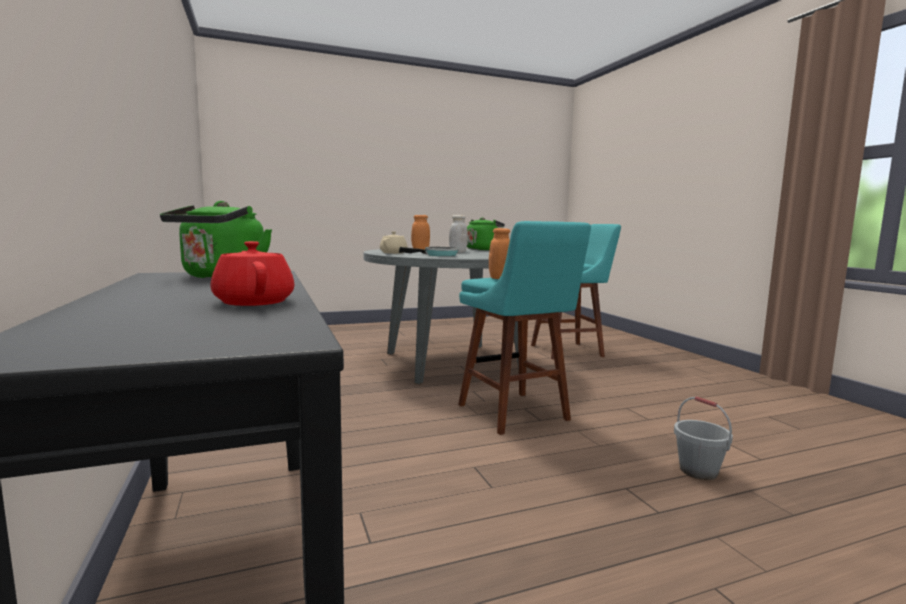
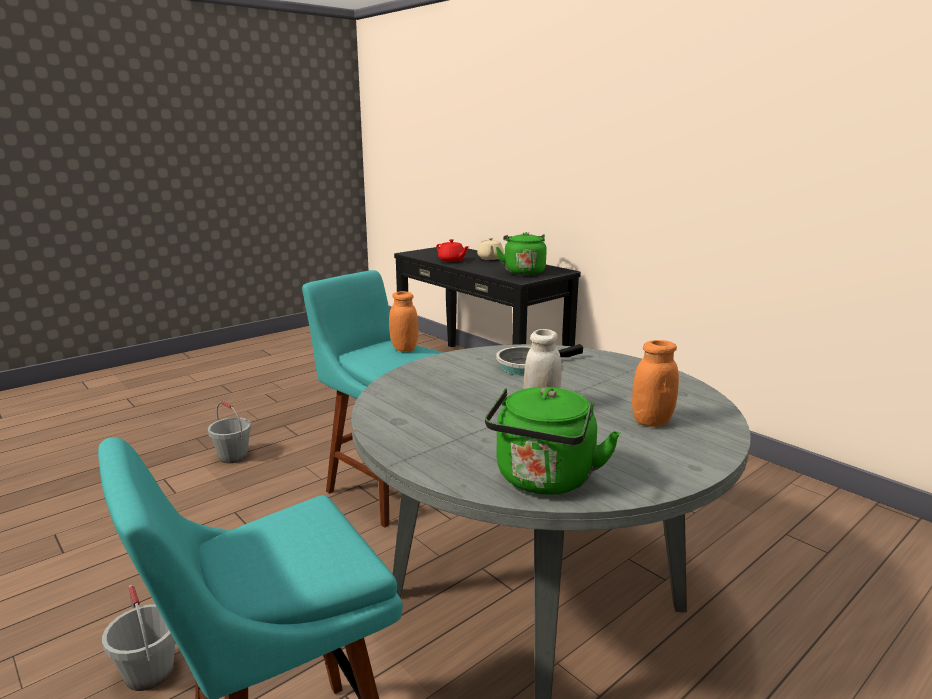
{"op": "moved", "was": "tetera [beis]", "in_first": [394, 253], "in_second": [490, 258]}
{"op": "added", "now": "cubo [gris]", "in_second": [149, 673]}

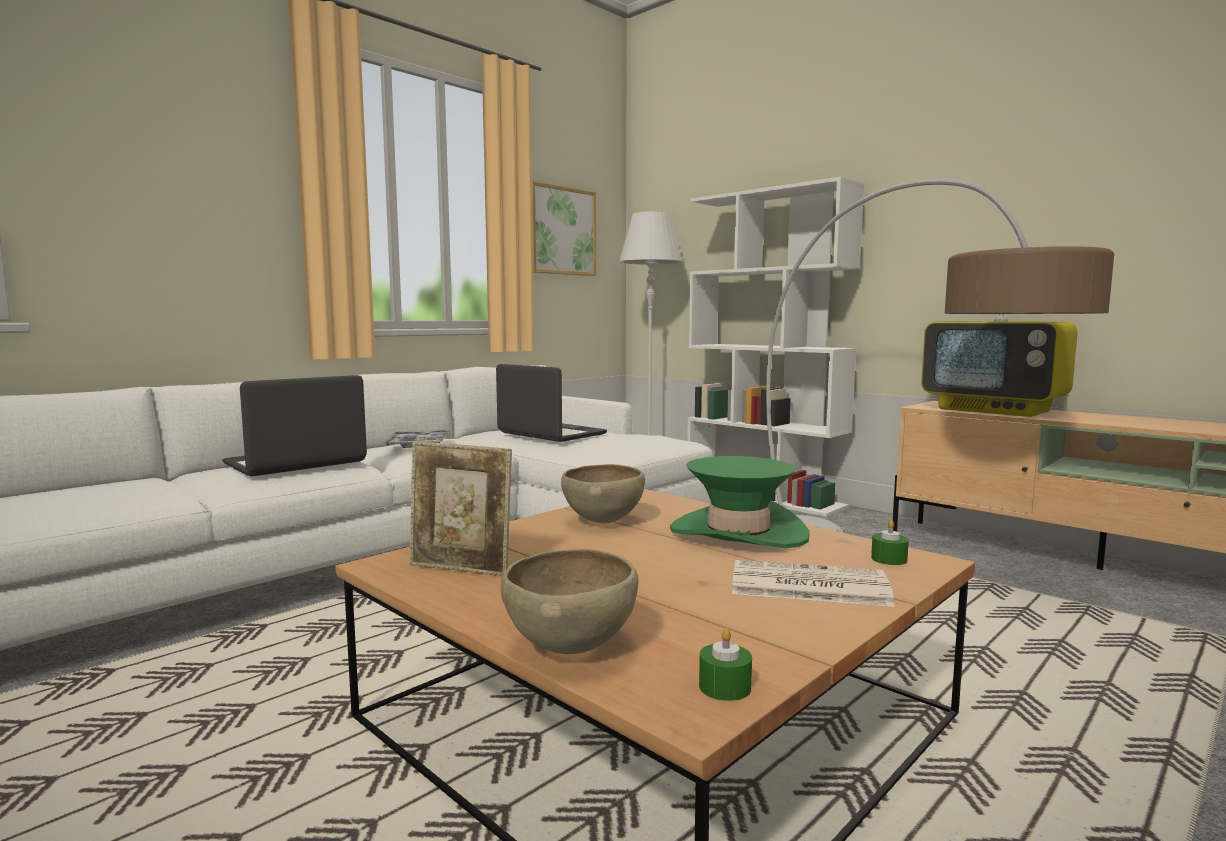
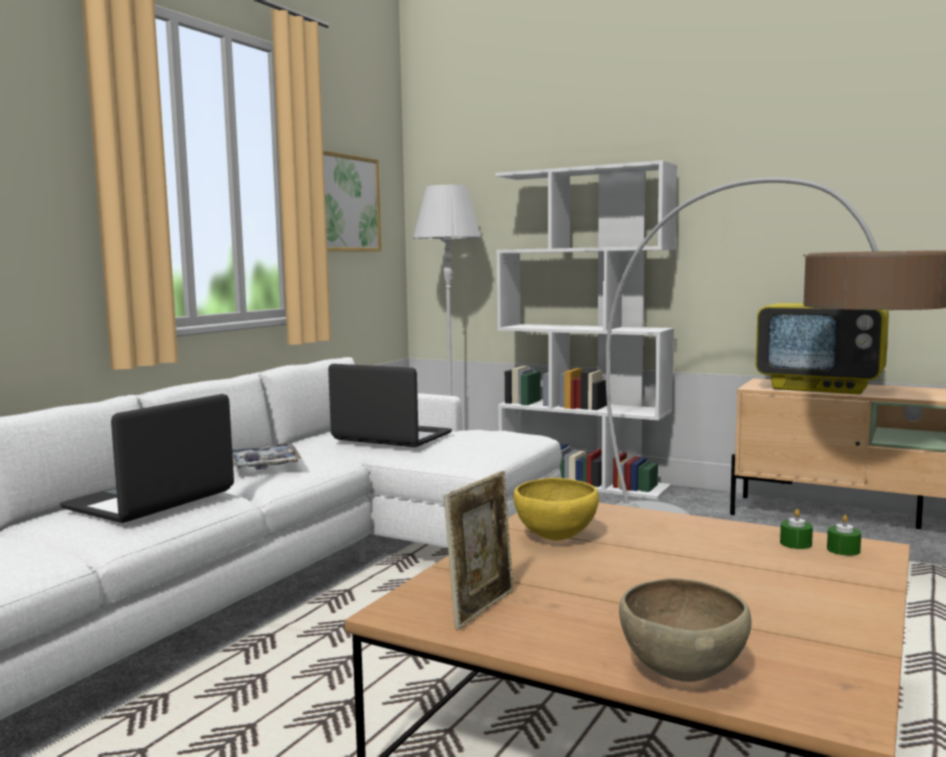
{"op": "turned", "was": "portarretratos", "in_first": [461, 569], "in_second": [482, 608], "clockwise": -60}
{"op": "recoloured", "was": "cuenco [marrón]", "now": "cuenco [amarillo]", "in_first": [603, 522], "in_second": [555, 538]}
{"op": "removed", "was": "sombrero [verde]", "in_first": [738, 532]}
{"op": "moved", "was": "vela [verde]", "in_first": [725, 687], "in_second": [795, 543]}
{"op": "removed", "was": "periódico", "in_first": [806, 585]}

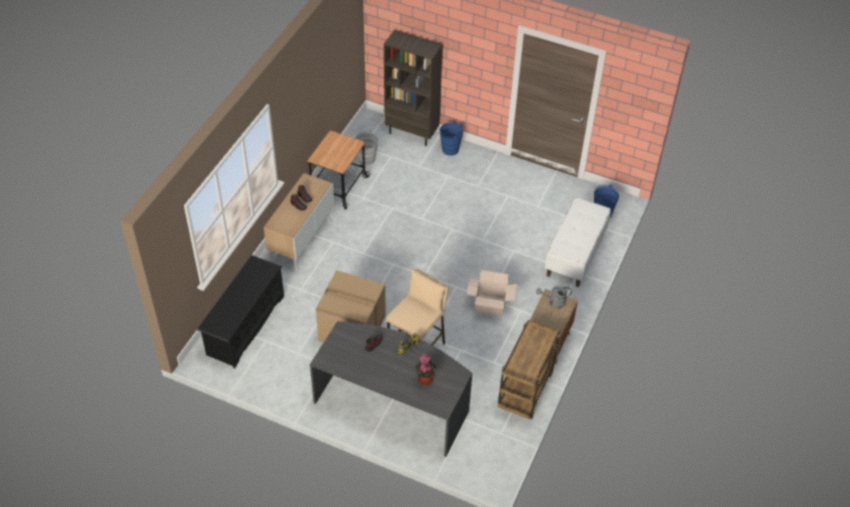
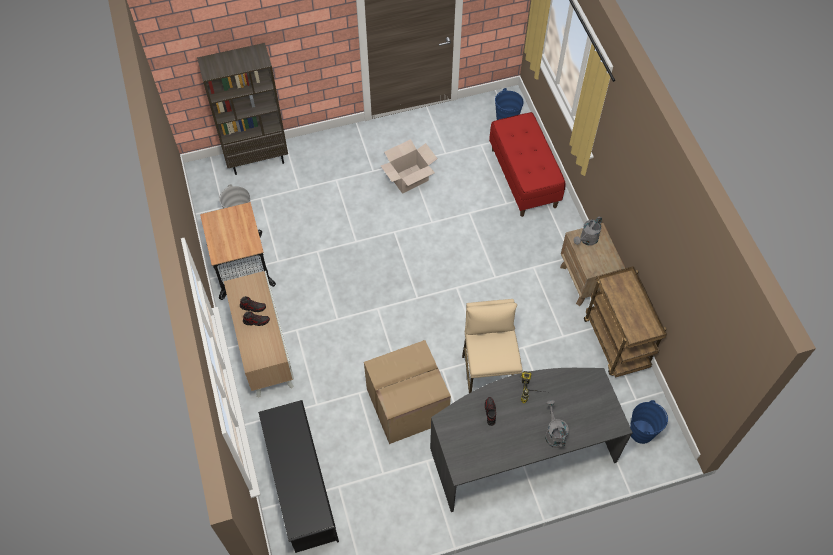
{"op": "removed", "was": "planta en maceta", "in_first": [425, 379]}
{"op": "moved", "was": "cubo [azul]", "in_first": [450, 149], "in_second": [641, 432]}
{"op": "moved", "was": "caja de cartón", "in_first": [490, 304], "in_second": [409, 178]}
{"op": "recoloured", "was": "banco [blanco]", "now": "banco [rojo]", "in_first": [575, 254], "in_second": [524, 178]}
{"op": "added", "now": "regadera [gris]", "in_second": [553, 433]}

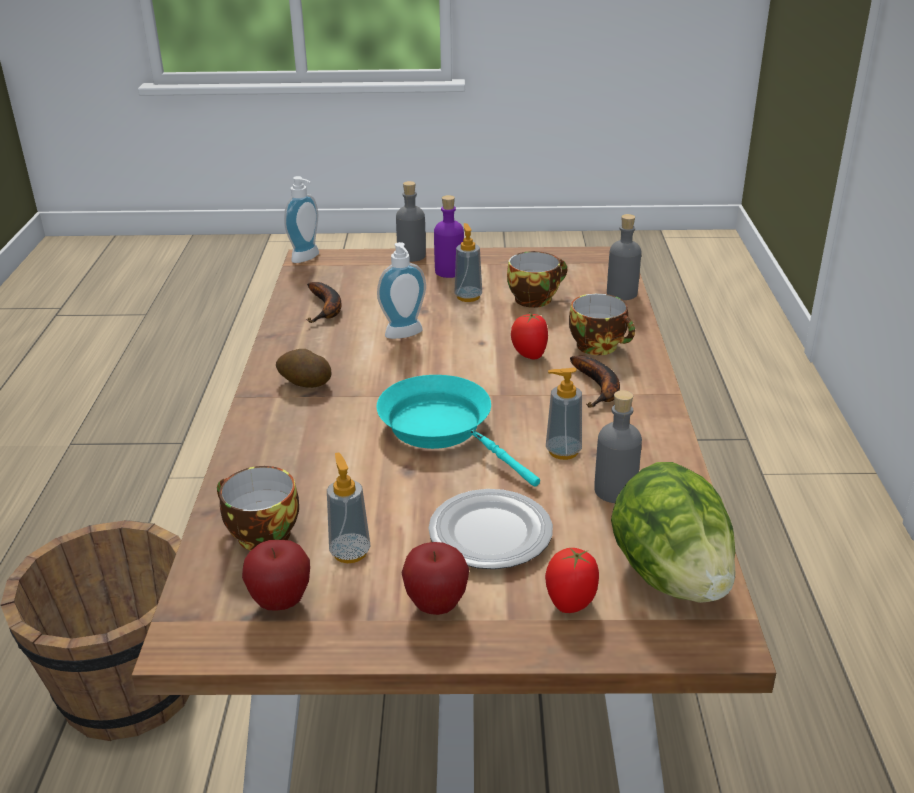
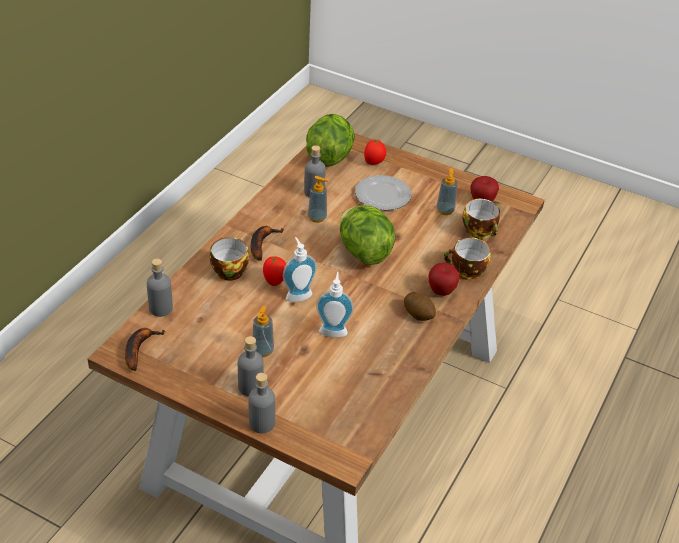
{"op": "removed", "was": "cubo [marrón]", "in_first": [128, 690]}
{"op": "moved", "was": "dispensador de jabón", "in_first": [308, 258], "in_second": [297, 294]}
{"op": "moved", "was": "plátano", "in_first": [326, 308], "in_second": [139, 349]}
{"op": "replaced", "was": "sartén [turquesa]", "now": "lechuga", "in_first": [443, 429], "in_second": [363, 252]}
{"op": "moved", "was": "manzana", "in_first": [436, 605], "in_second": [441, 291]}
{"op": "recoloured", "was": "botella [morado]", "now": "botella [gris]", "in_first": [449, 271], "in_second": [250, 387]}
{"op": "moved", "was": "taza", "in_first": [535, 298], "in_second": [466, 272]}

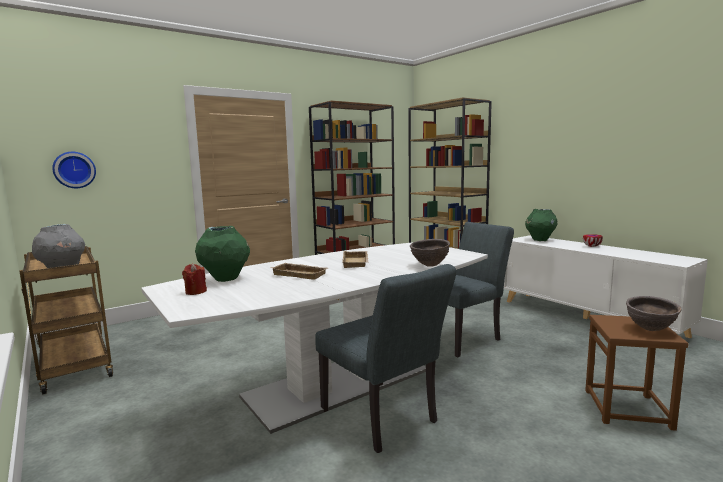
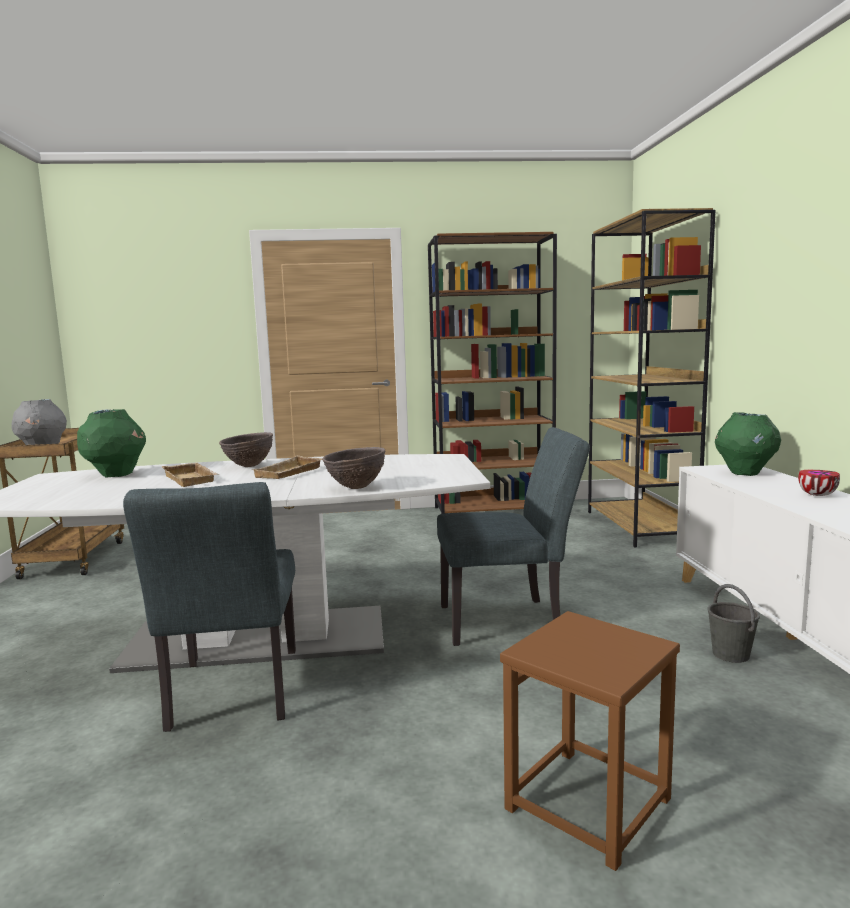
{"op": "removed", "was": "reloj de pared", "in_first": [74, 170]}
{"op": "removed", "was": "vela [rojo]", "in_first": [195, 292]}
{"op": "moved", "was": "cuenco [marrón]", "in_first": [650, 329], "in_second": [248, 466]}
{"op": "added", "now": "cubo [gris]", "in_second": [731, 655]}

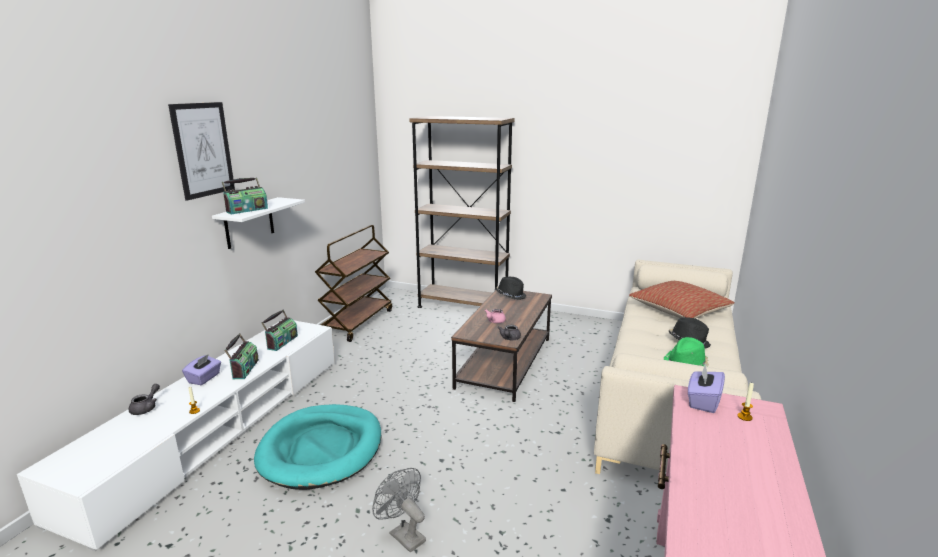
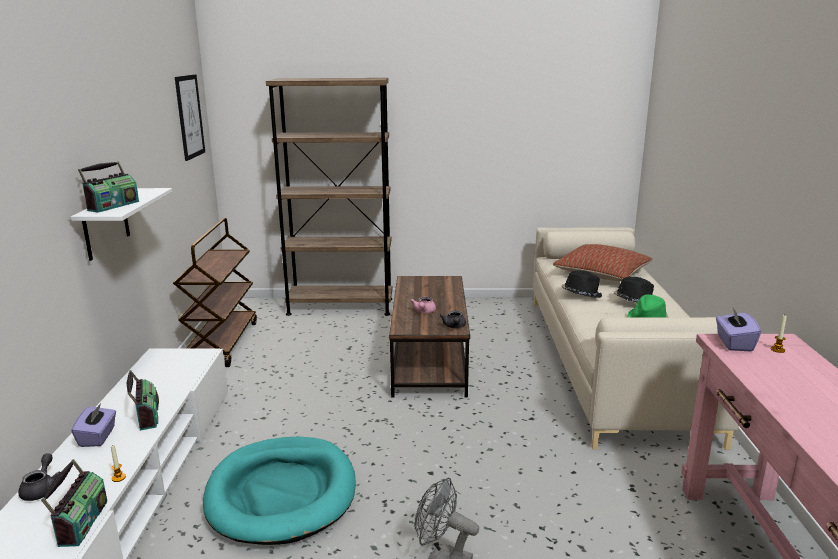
{"op": "moved", "was": "cuadro", "in_first": [203, 150], "in_second": [189, 116]}
{"op": "moved", "was": "radio", "in_first": [282, 342], "in_second": [81, 522]}
{"op": "moved", "was": "sombrero [negro]", "in_first": [511, 295], "in_second": [581, 294]}

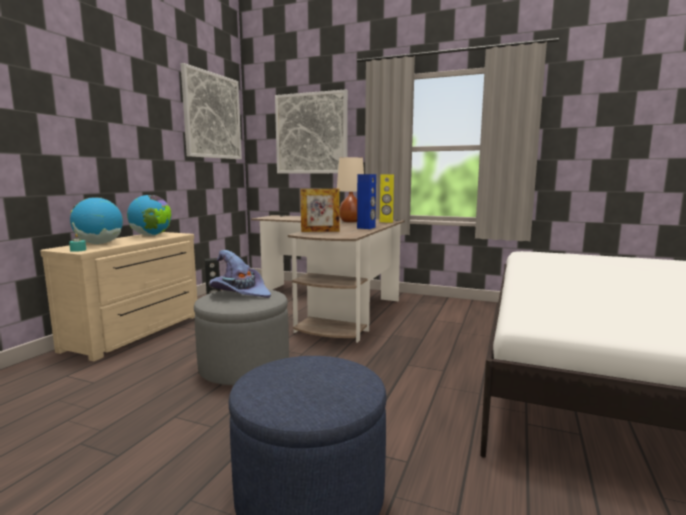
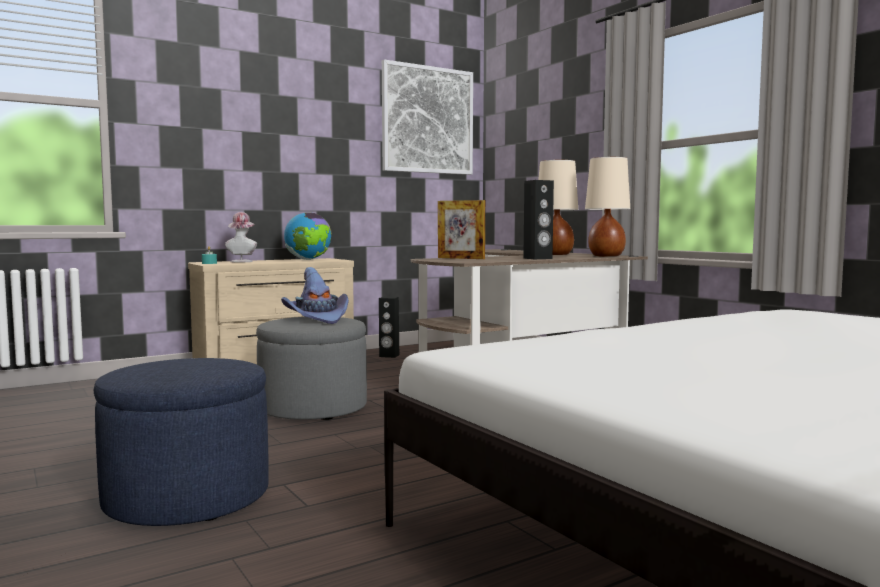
{"op": "replaced", "was": "globo terráqueo", "now": "sombrero", "in_first": [99, 244], "in_second": [242, 261]}
{"op": "removed", "was": "cuadro", "in_first": [311, 133]}
{"op": "recoloured", "was": "altavoz [azul]", "now": "altavoz [negro]", "in_first": [366, 228], "in_second": [538, 258]}
{"op": "replaced", "was": "altavoz [amarillo]", "now": "lámpara de mesa [beis]", "in_first": [386, 221], "in_second": [607, 256]}

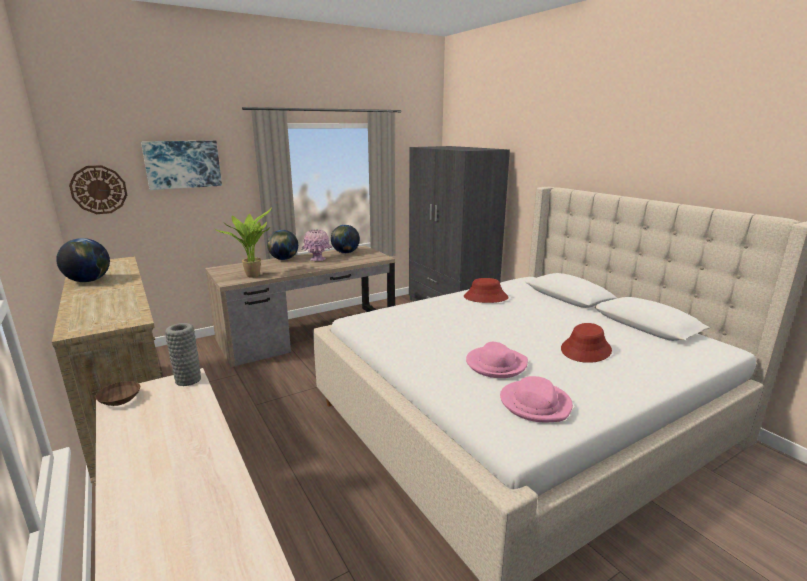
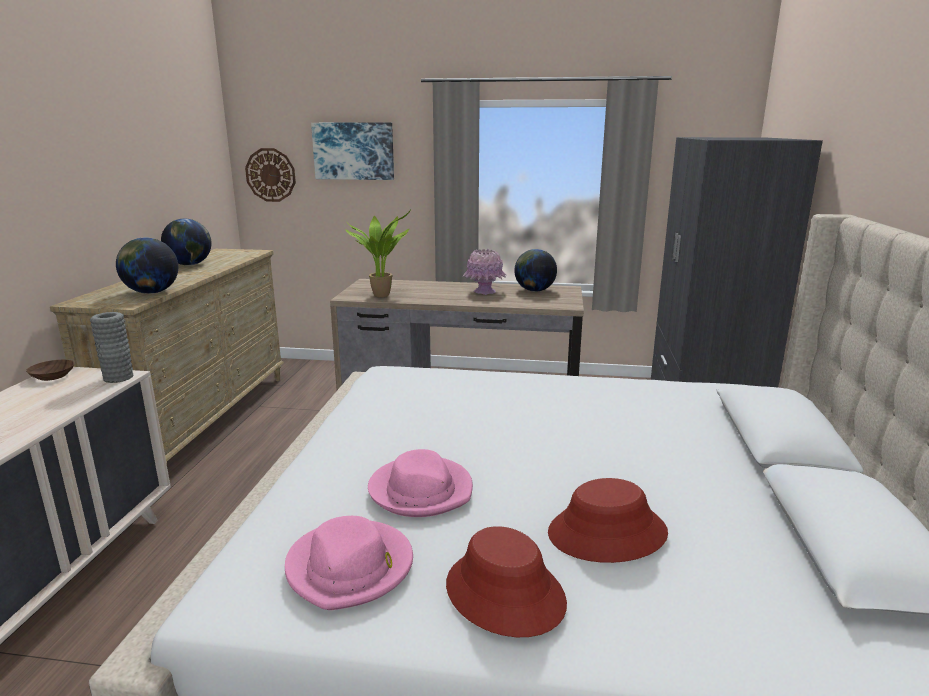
{"op": "moved", "was": "globo terráqueo", "in_first": [284, 259], "in_second": [151, 292]}
{"op": "moved", "was": "sombrero [rojo]", "in_first": [485, 297], "in_second": [504, 593]}

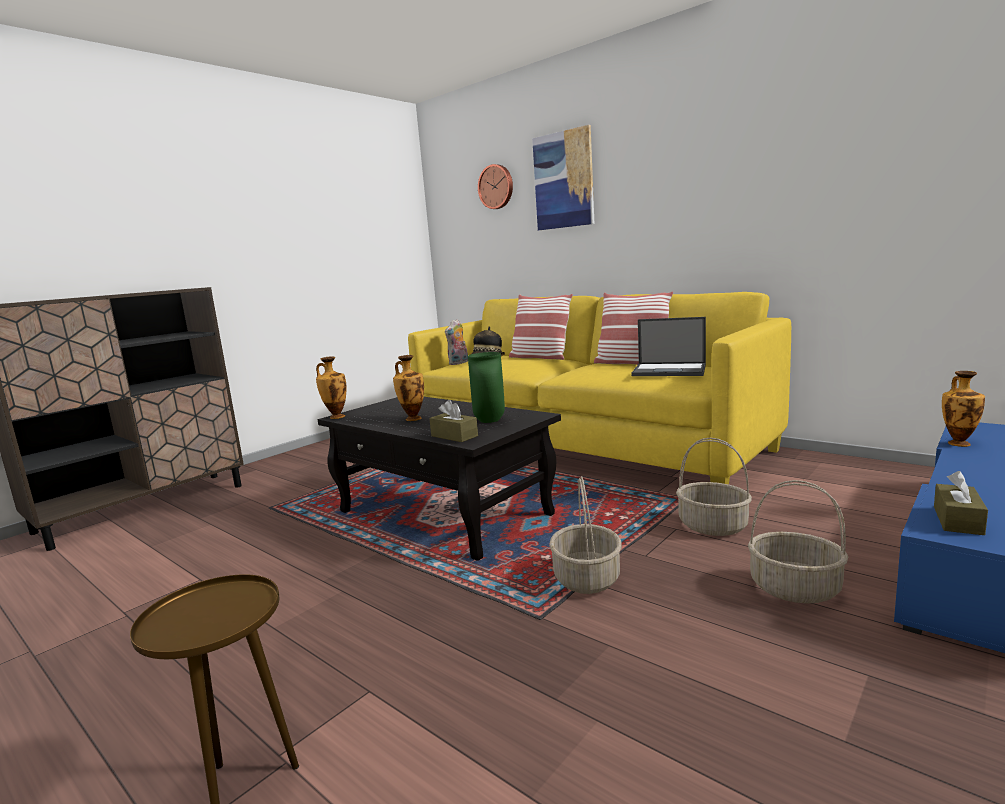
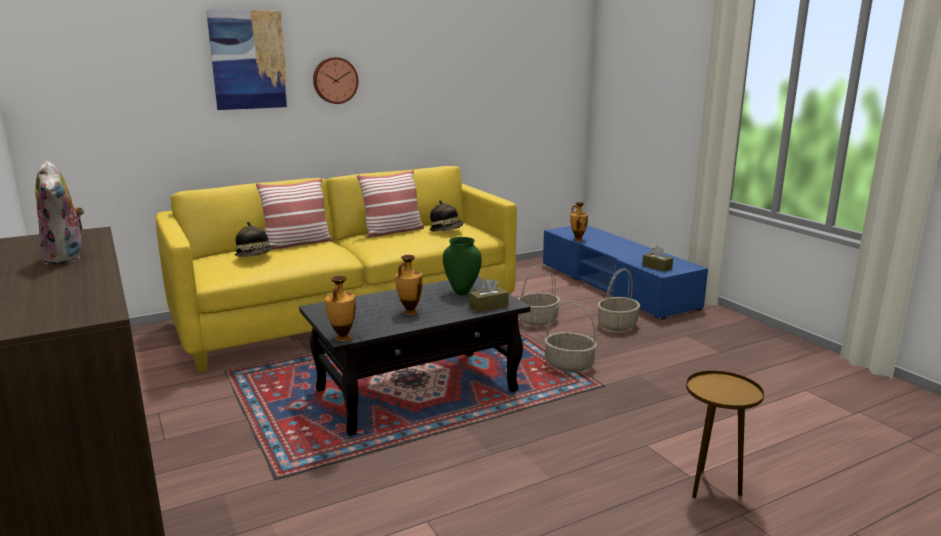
{"op": "moved", "was": "peluche", "in_first": [459, 363], "in_second": [67, 258]}
{"op": "moved", "was": "reloj de pared", "in_first": [496, 187], "in_second": [335, 80]}
{"op": "replaced", "was": "portátil", "now": "sombrero", "in_first": [670, 370], "in_second": [446, 230]}

